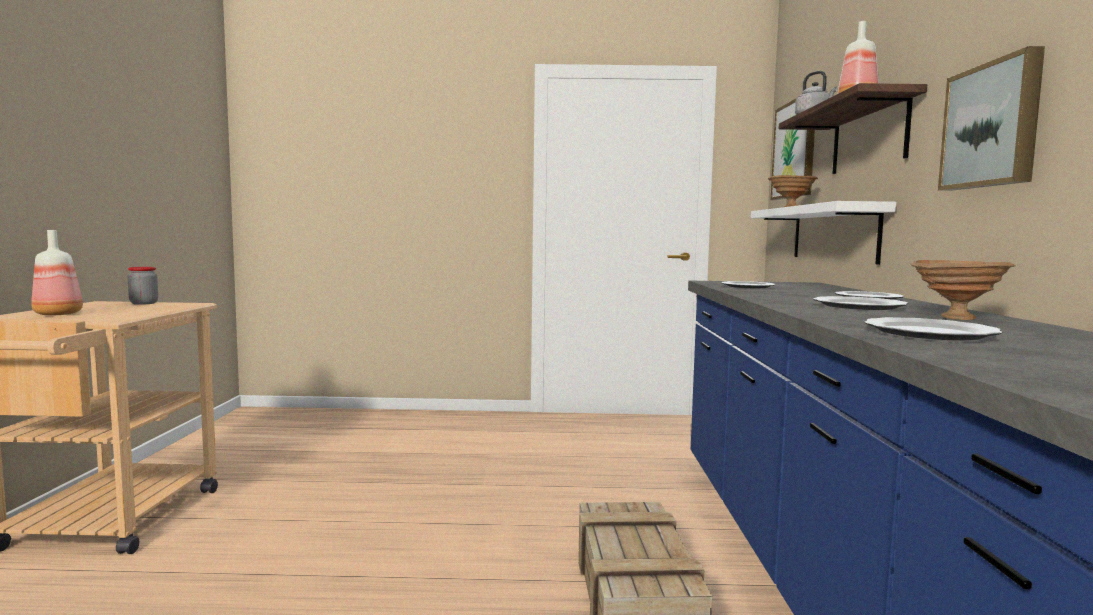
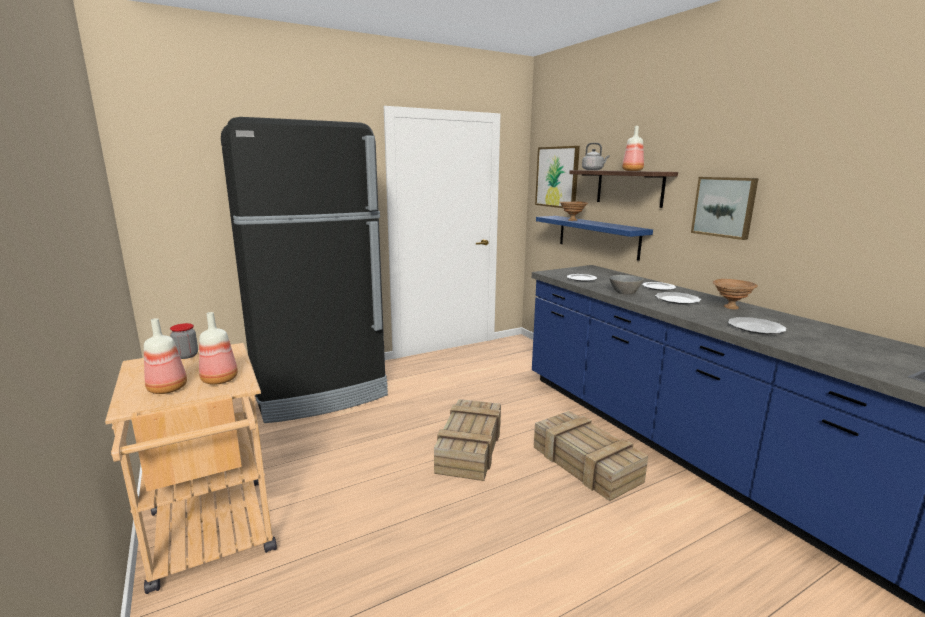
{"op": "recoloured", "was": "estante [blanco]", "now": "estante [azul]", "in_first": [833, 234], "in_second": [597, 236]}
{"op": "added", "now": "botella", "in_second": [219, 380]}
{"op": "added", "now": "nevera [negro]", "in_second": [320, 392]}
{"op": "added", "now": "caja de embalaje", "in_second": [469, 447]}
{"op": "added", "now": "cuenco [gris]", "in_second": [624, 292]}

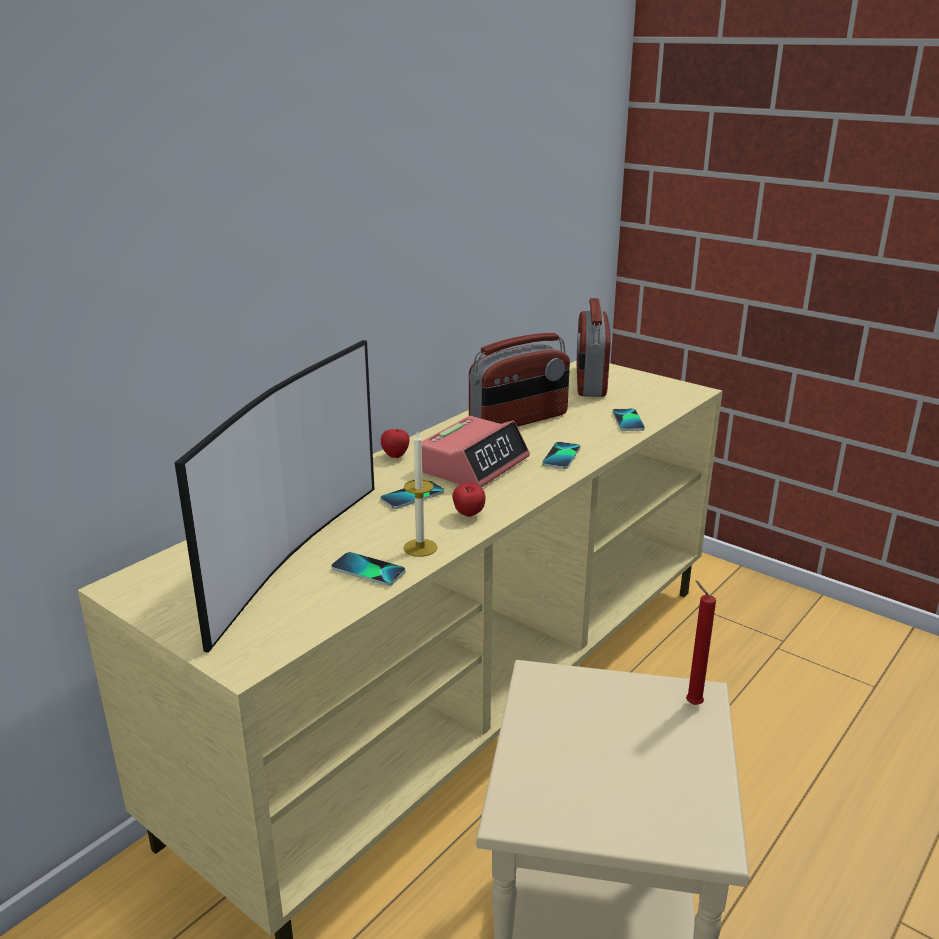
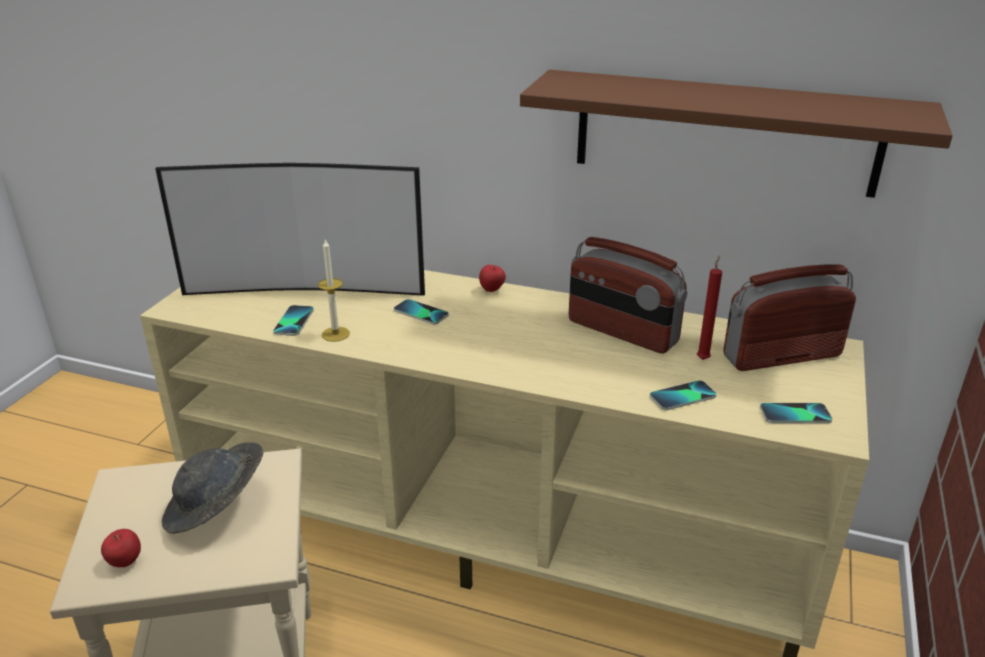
{"op": "removed", "was": "despertador", "in_first": [474, 464]}
{"op": "moved", "was": "manzana", "in_first": [468, 515], "in_second": [125, 562]}
{"op": "moved", "was": "móvil", "in_first": [561, 457], "in_second": [795, 415]}
{"op": "moved", "was": "vela [rojo]", "in_first": [691, 703], "in_second": [703, 358]}
{"op": "added", "now": "sombrero [gris]", "in_second": [217, 509]}
{"op": "added", "now": "estante [marrón]", "in_second": [725, 133]}

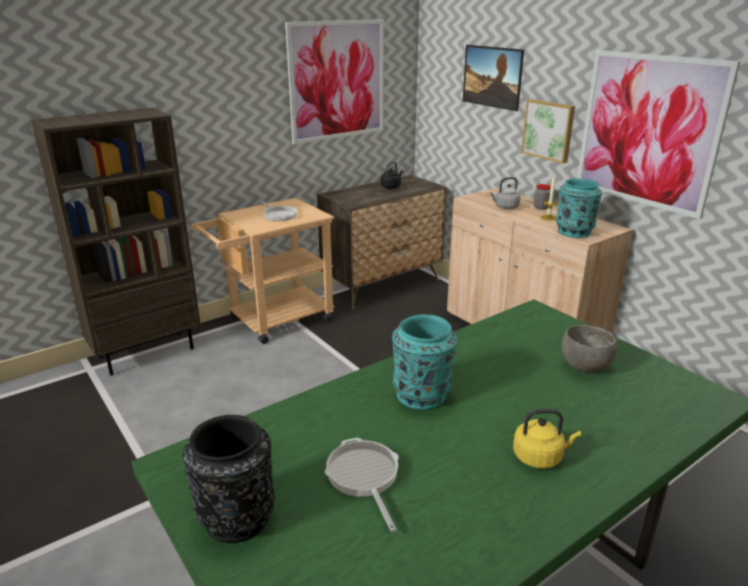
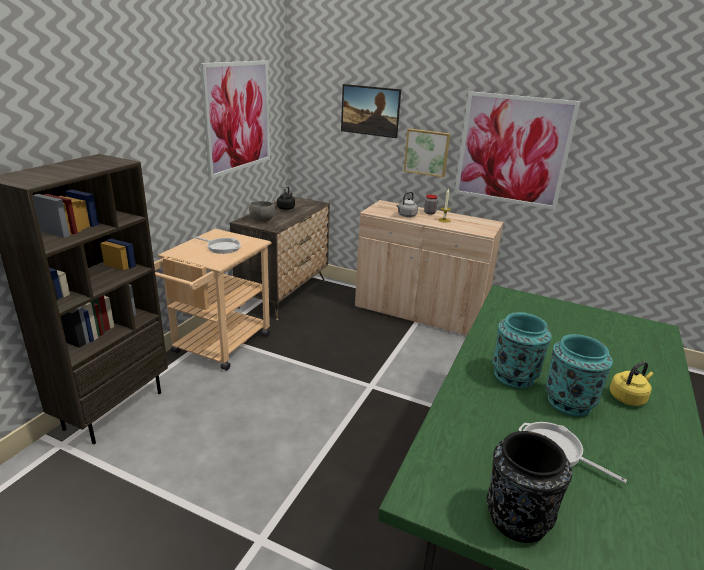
{"op": "moved", "was": "florero [turquesa]", "in_first": [574, 232], "in_second": [568, 401]}
{"op": "moved", "was": "cuenco [gris]", "in_first": [586, 367], "in_second": [263, 220]}

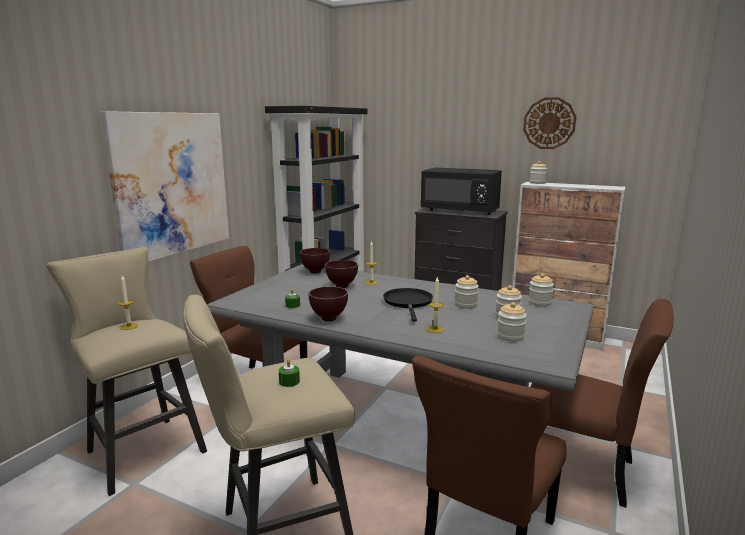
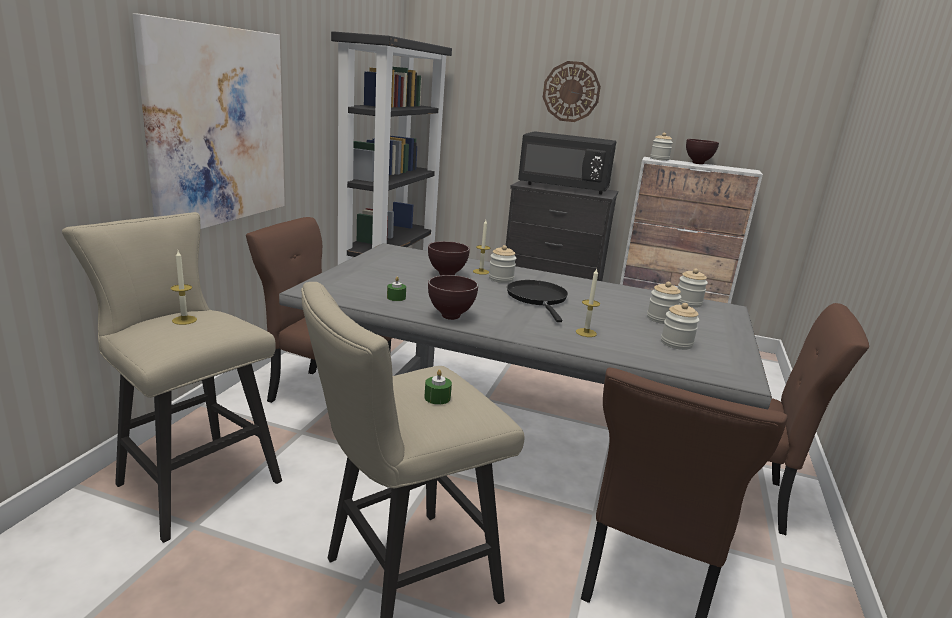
{"op": "moved", "was": "cuenco [marrón]", "in_first": [315, 272], "in_second": [697, 163]}
{"op": "moved", "was": "tarro", "in_first": [465, 305], "in_second": [501, 279]}
{"op": "moved", "was": "reloj de pared", "in_first": [549, 123], "in_second": [571, 92]}

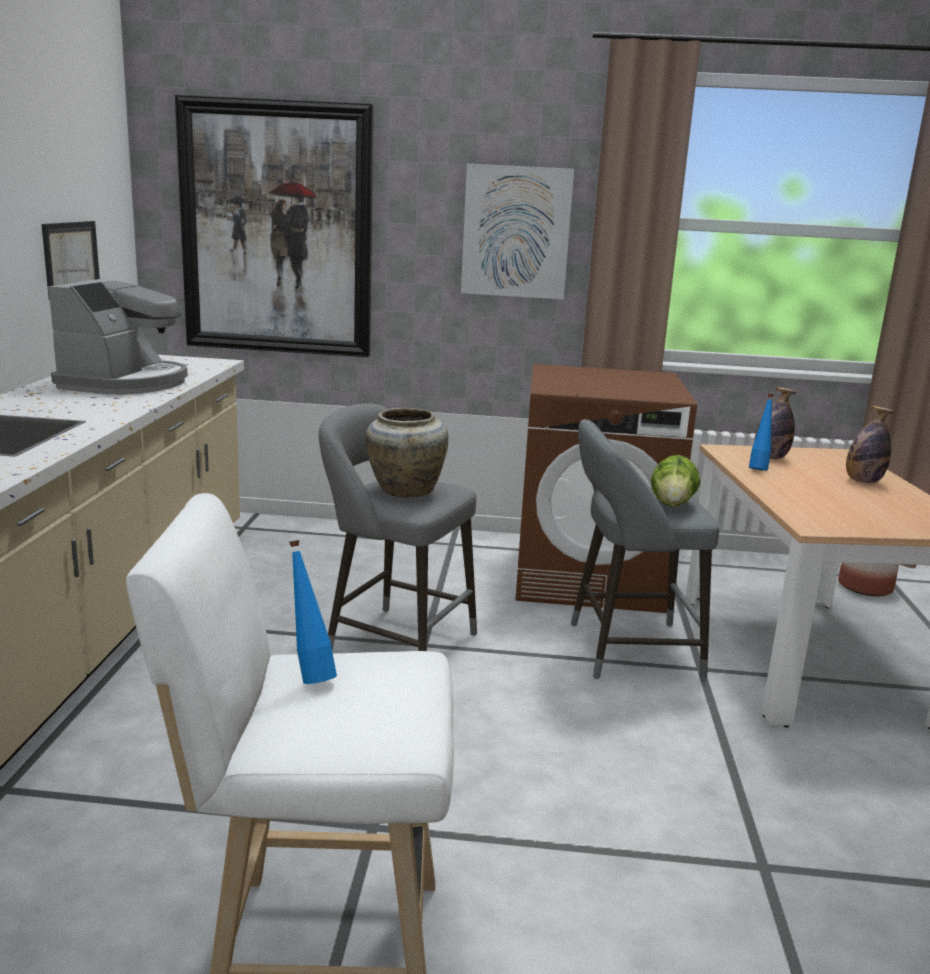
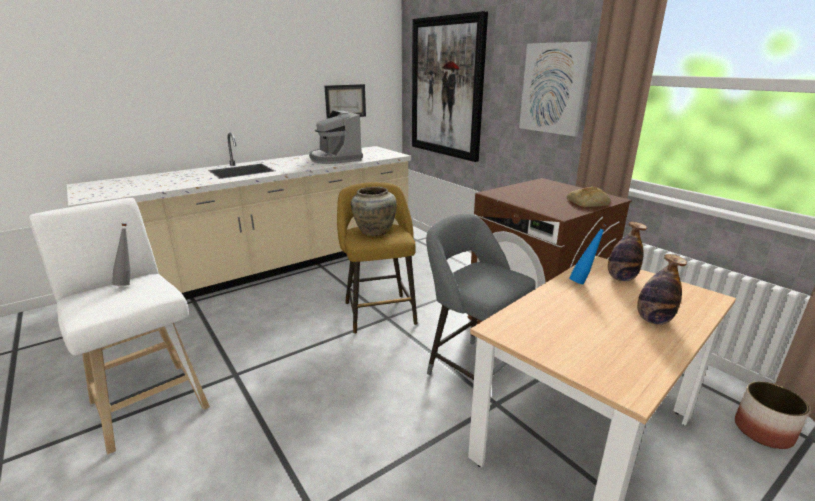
{"op": "turned", "was": "cafetera", "in_first": [125, 383], "in_second": [335, 158], "clockwise": 90}
{"op": "recoloured", "was": "botella [azul]", "now": "botella [gris]", "in_first": [310, 675], "in_second": [128, 283]}
{"op": "recoloured", "was": "taburete [gris]", "now": "taburete [amarillo]", "in_first": [394, 642], "in_second": [378, 311]}
{"op": "removed", "was": "lechuga", "in_first": [672, 504]}
{"op": "added", "now": "pan", "in_second": [587, 203]}

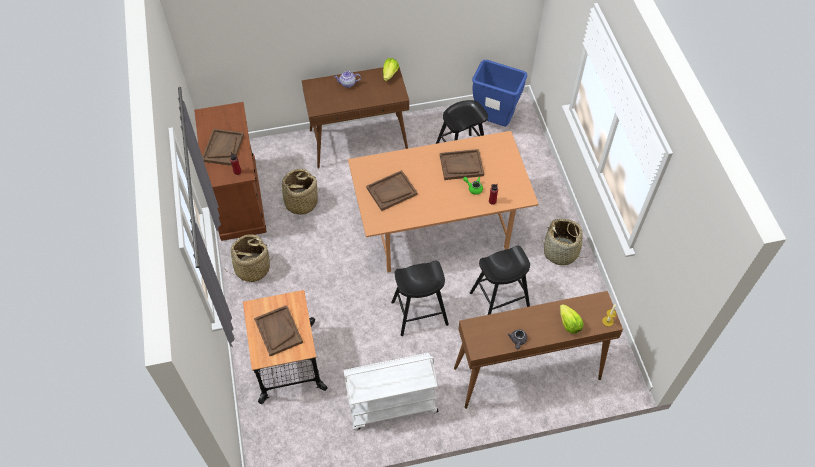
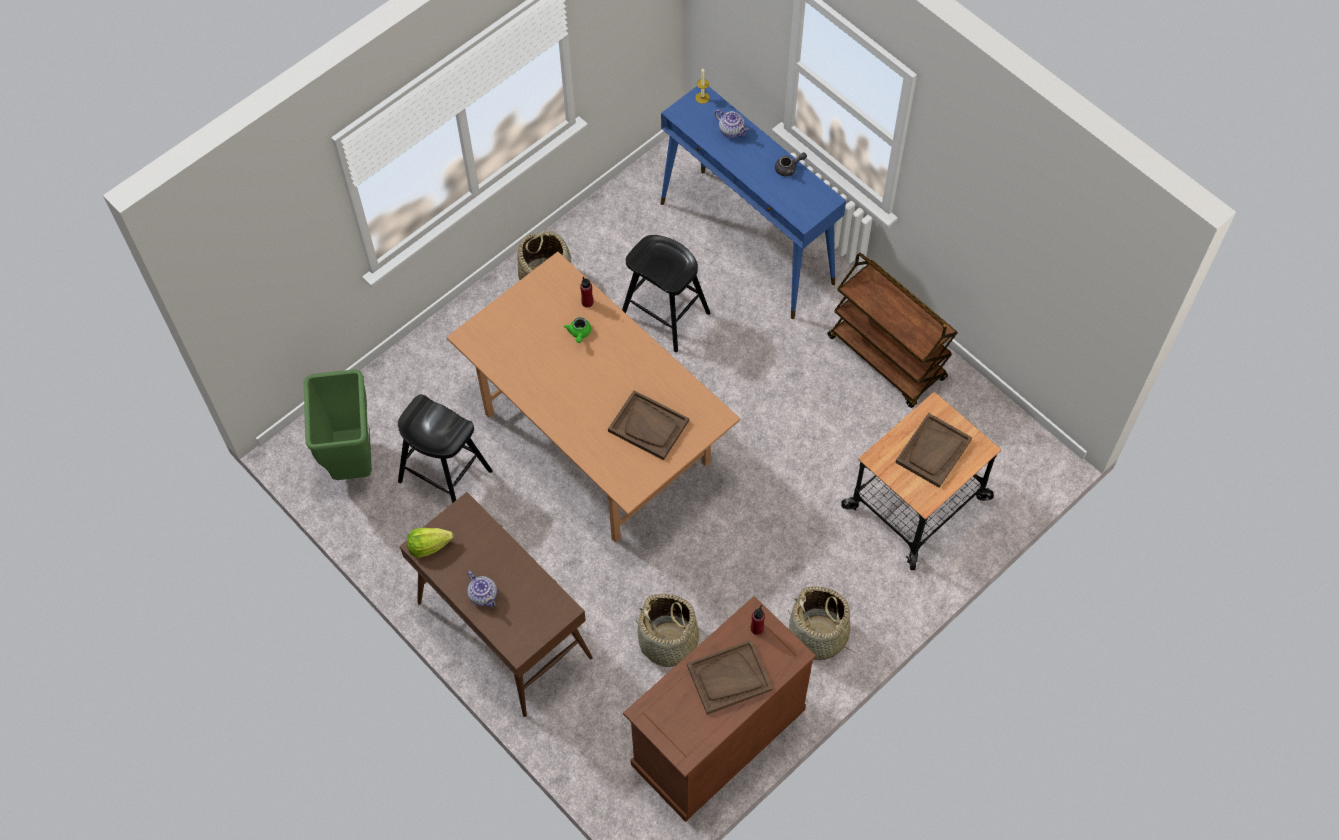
{"op": "recoloured", "was": "carrito [blanco]", "now": "carrito [marrón]", "in_first": [391, 406], "in_second": [887, 358]}
{"op": "removed", "was": "taburete [negro]", "in_first": [419, 313]}
{"op": "removed", "was": "bandeja [marrón]", "in_first": [461, 165]}
{"op": "recoloured", "was": "mesa consola [marrón]", "now": "mesa consola [azul]", "in_first": [526, 373], "in_second": [747, 243]}
{"op": "recoloured", "was": "papelera [azul]", "now": "papelera [verde]", "in_first": [494, 122], "in_second": [353, 461]}
{"op": "replaced", "was": "lechuga", "now": "tetera", "in_first": [569, 324], "in_second": [732, 131]}

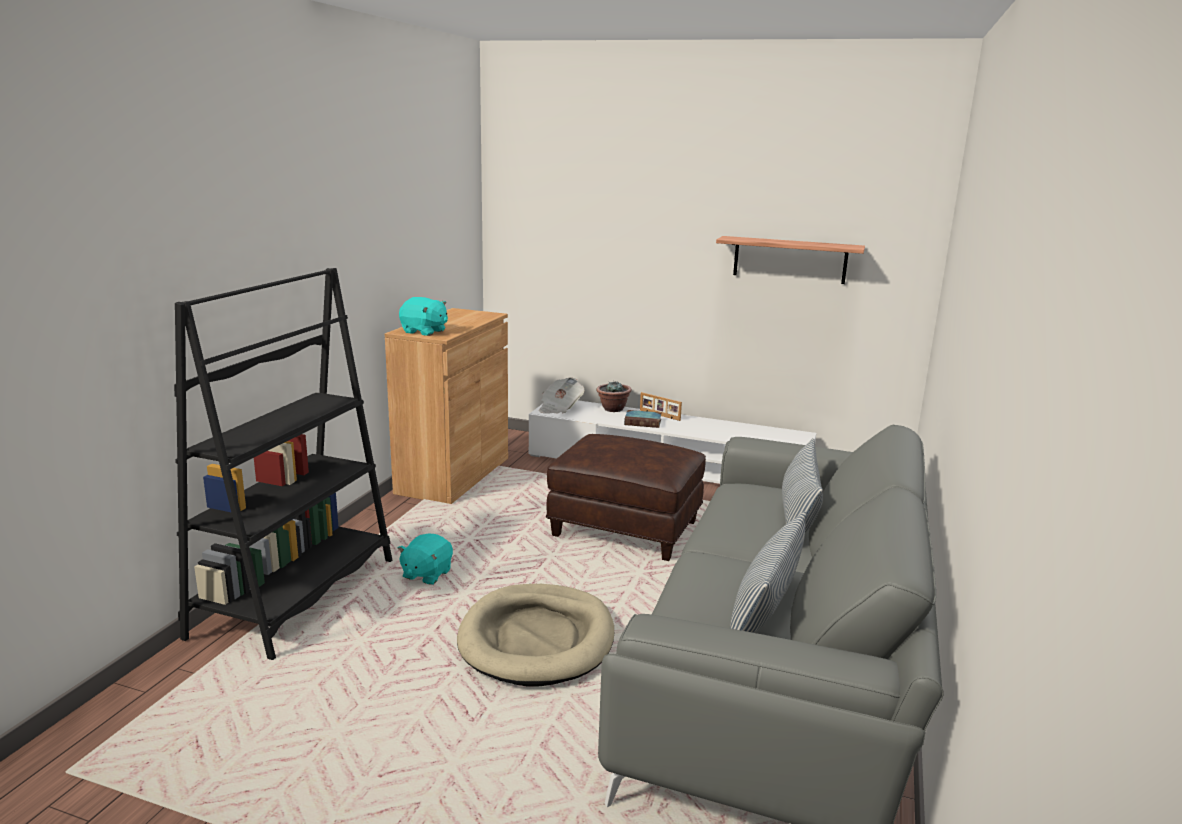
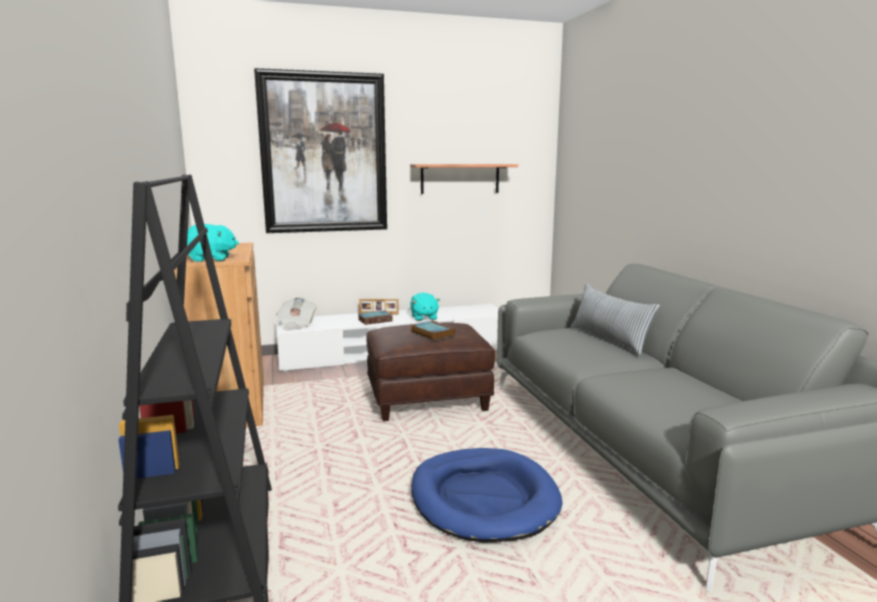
{"op": "moved", "was": "peluche [turquesa]", "in_first": [426, 574], "in_second": [424, 317]}
{"op": "recoloured", "was": "cama para perro [beis]", "now": "cama para perro [azul]", "in_first": [537, 639], "in_second": [483, 498]}
{"op": "removed", "was": "planta en maceta", "in_first": [613, 409]}
{"op": "removed", "was": "cojín", "in_first": [765, 610]}
{"op": "added", "now": "cuadro", "in_second": [324, 153]}
{"op": "added", "now": "libro", "in_second": [432, 333]}

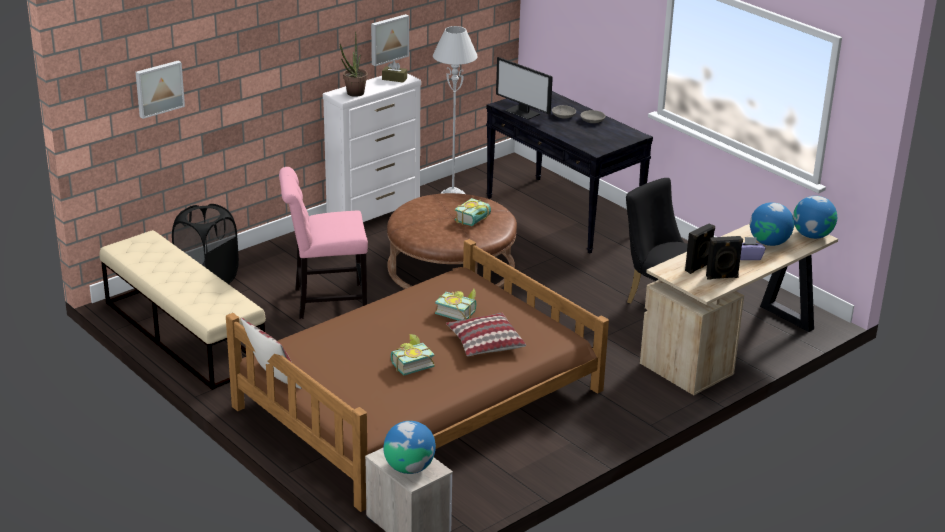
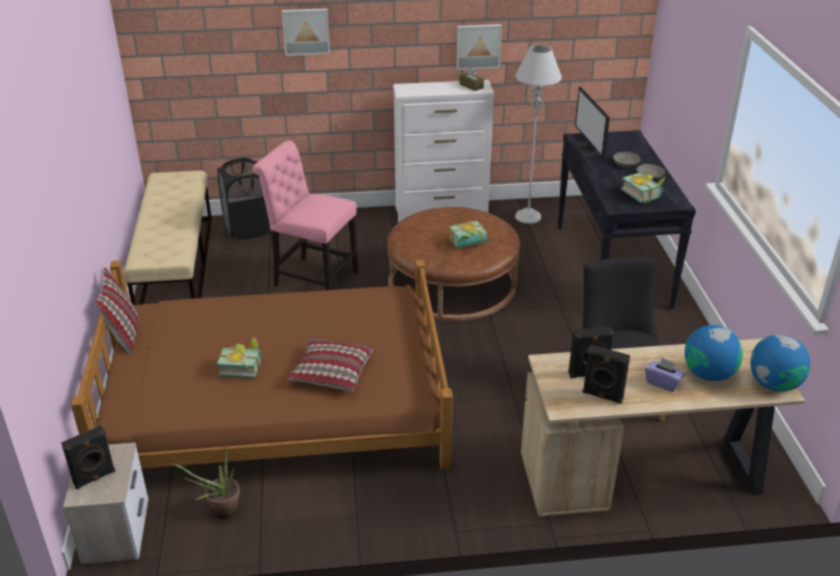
{"op": "moved", "was": "cuadro", "in_first": [159, 88], "in_second": [306, 31]}
{"op": "moved", "was": "planta en maceta", "in_first": [353, 94], "in_second": [220, 512]}
{"op": "replaced", "was": "globo terráqueo", "now": "altavoz [negro]", "in_first": [409, 467], "in_second": [94, 478]}
{"op": "moved", "was": "libro", "in_first": [457, 312], "in_second": [643, 194]}

